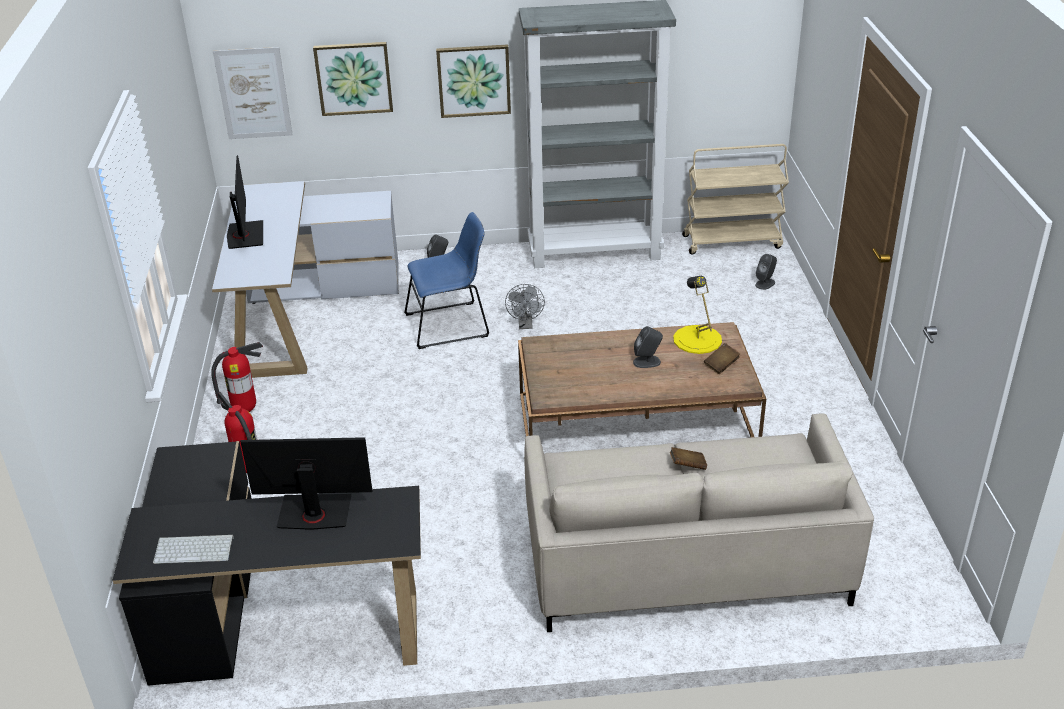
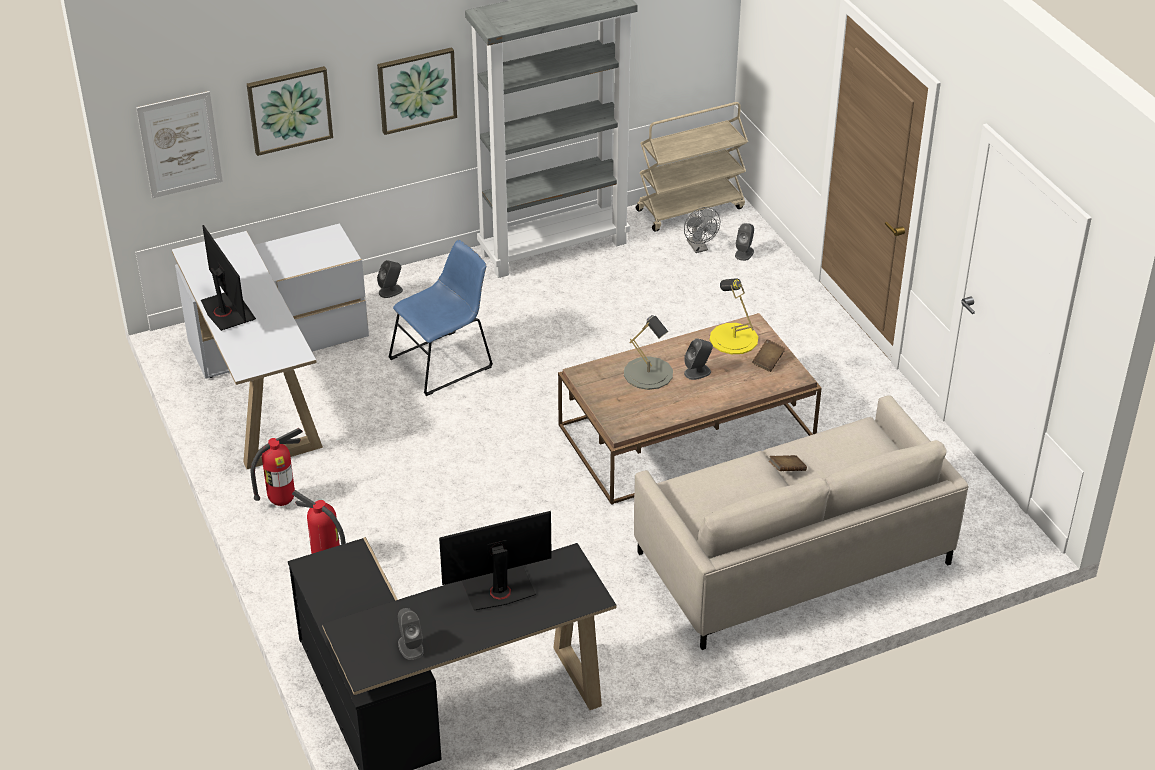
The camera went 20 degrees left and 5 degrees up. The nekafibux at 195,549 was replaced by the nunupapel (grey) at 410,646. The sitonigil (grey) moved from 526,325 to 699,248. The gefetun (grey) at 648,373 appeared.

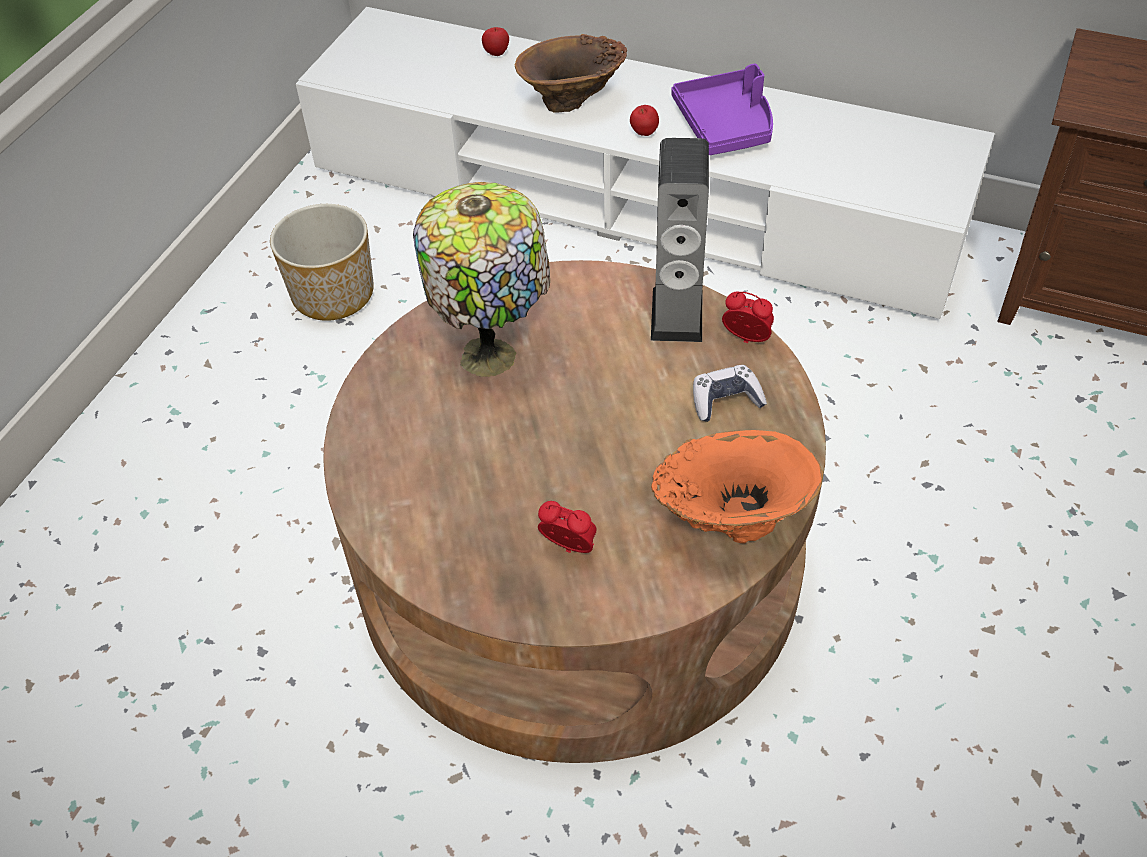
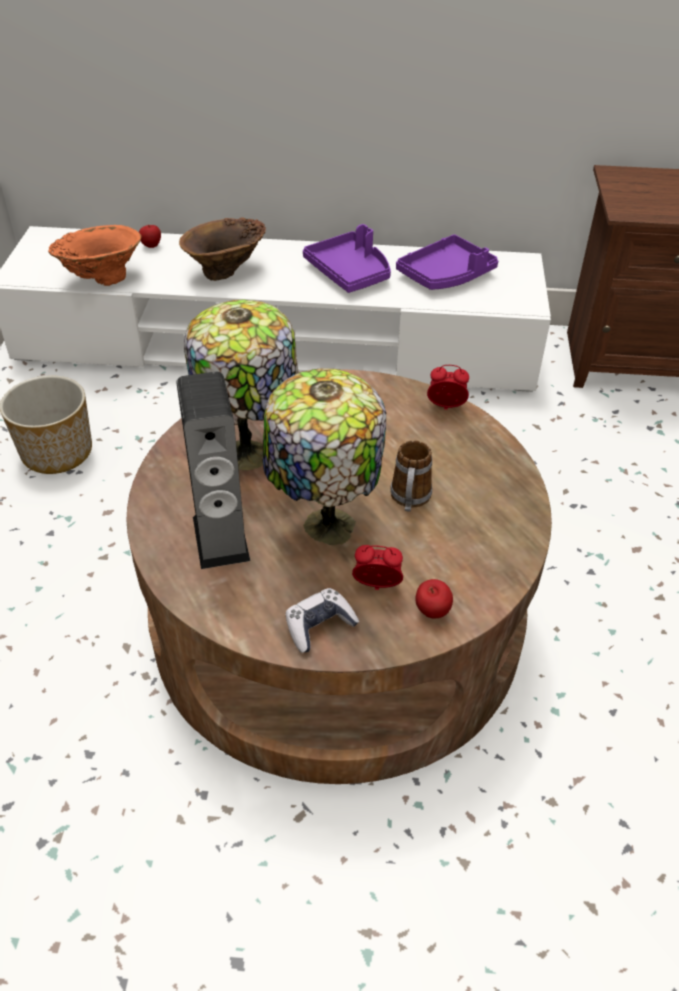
The camera went 20 degrees left and 5 degrees down. The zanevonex moved from 644,134 to 431,612. The nunupapel moved from 677,314 to 220,538. The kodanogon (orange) moved from 731,522 to 102,279. The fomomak moved from 726,400 to 319,626. The gefetun at 324,526 appeared. The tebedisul at 409,500 appeared. The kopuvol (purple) at 446,275 appeared.

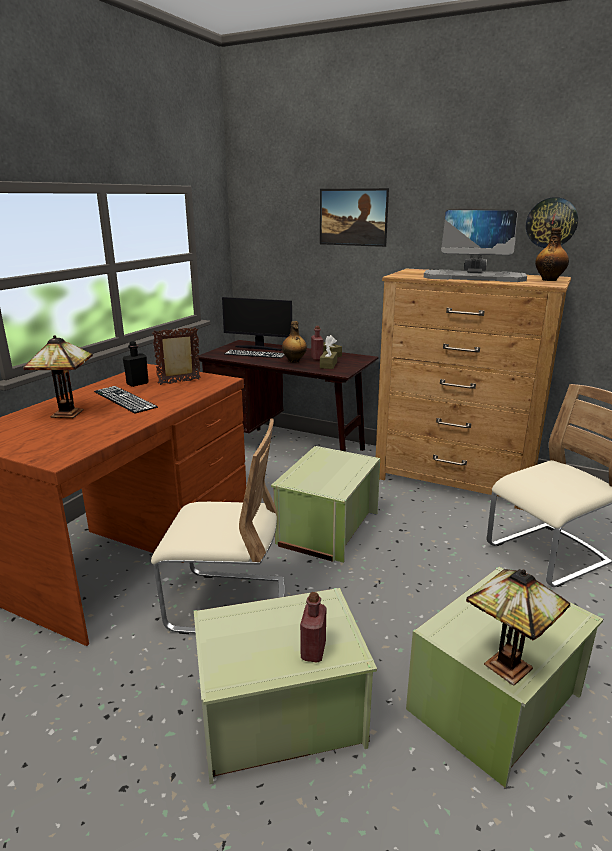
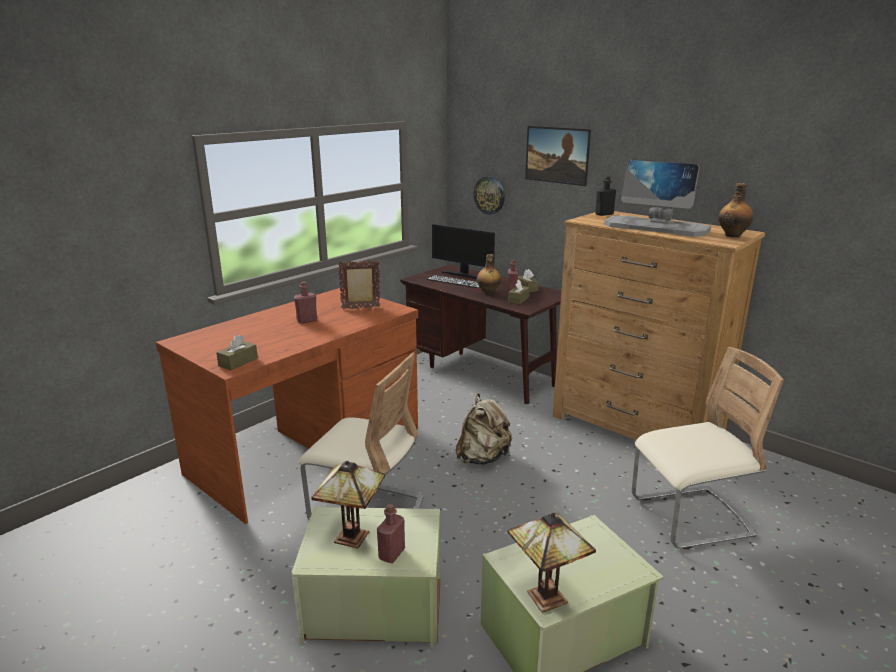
The camera went 15 degrees right and 0 degrees up. The gefetun moved from 70,413 to 354,536. The nekafibux at 124,399 was replaced by the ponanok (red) at 307,320. The ponanok (black) moved from 137,383 to 604,214. The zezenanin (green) at 326,528 was replaced by the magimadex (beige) at 483,458. The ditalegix moved from 551,223 to 489,195. The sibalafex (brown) at 238,362 appeared.

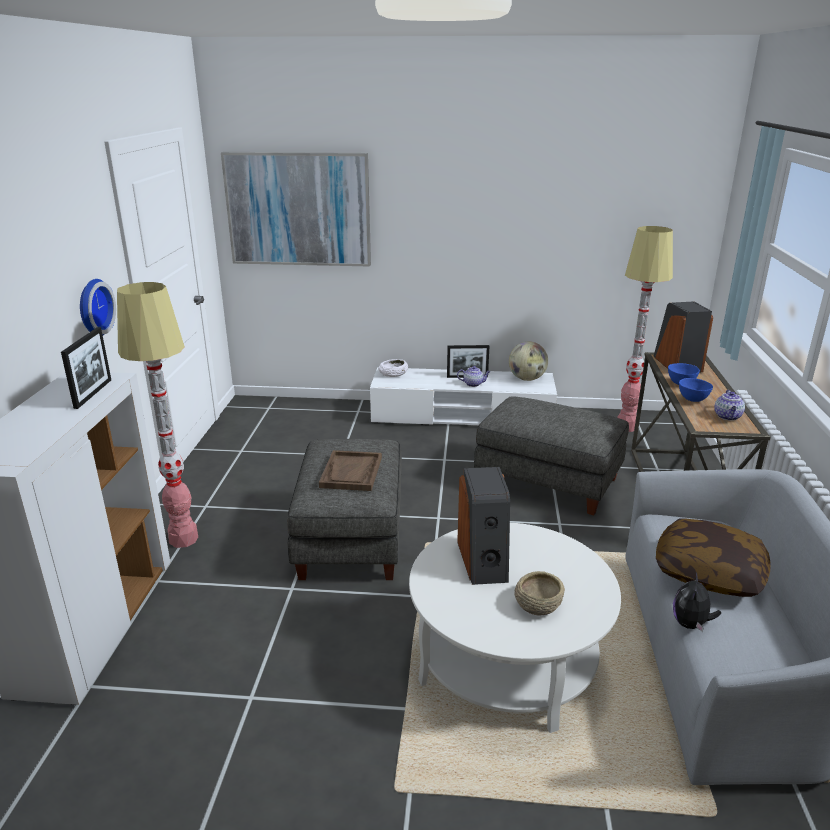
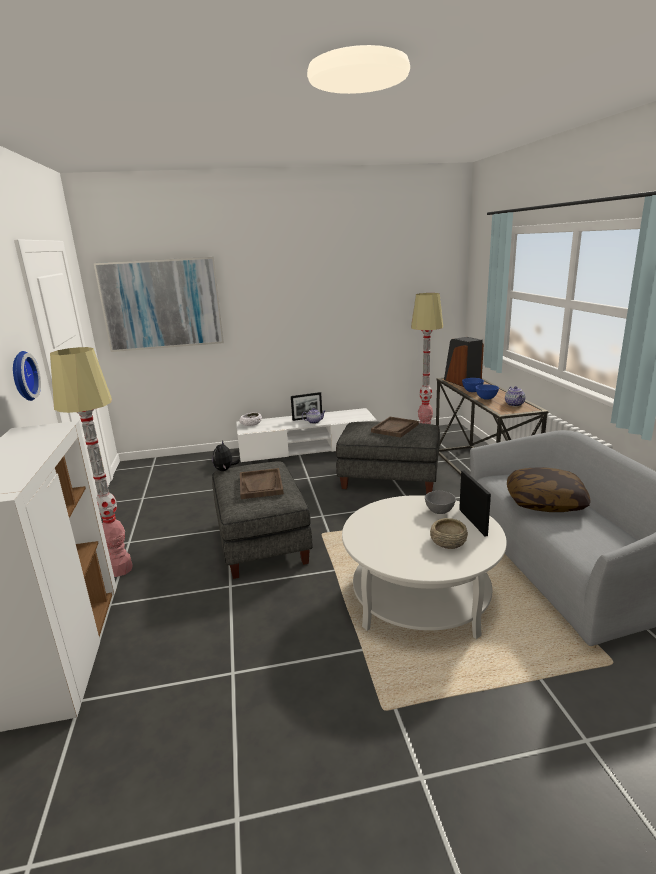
The camera went 15 degrees left and 5 degrees down. The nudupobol moved from 93,393 to 472,522. The nunupapel at 484,560 disappeared. The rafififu at 527,379 disappeared. The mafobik moved from 690,624 to 225,470. The kopuvol (brown) at 395,428 appeared. The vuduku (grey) at 440,512 appeared.

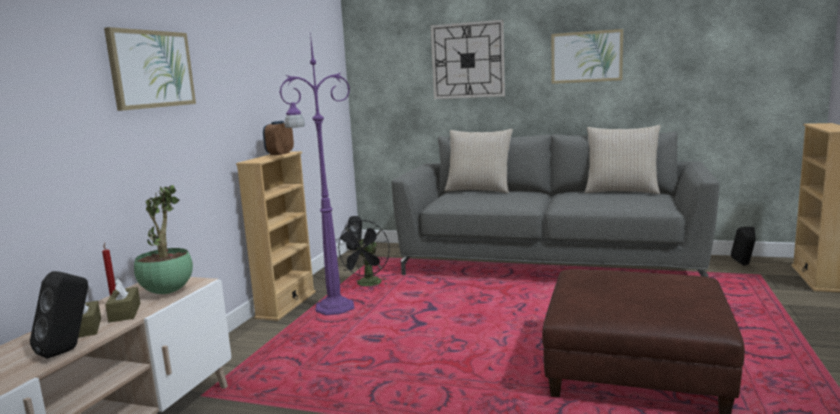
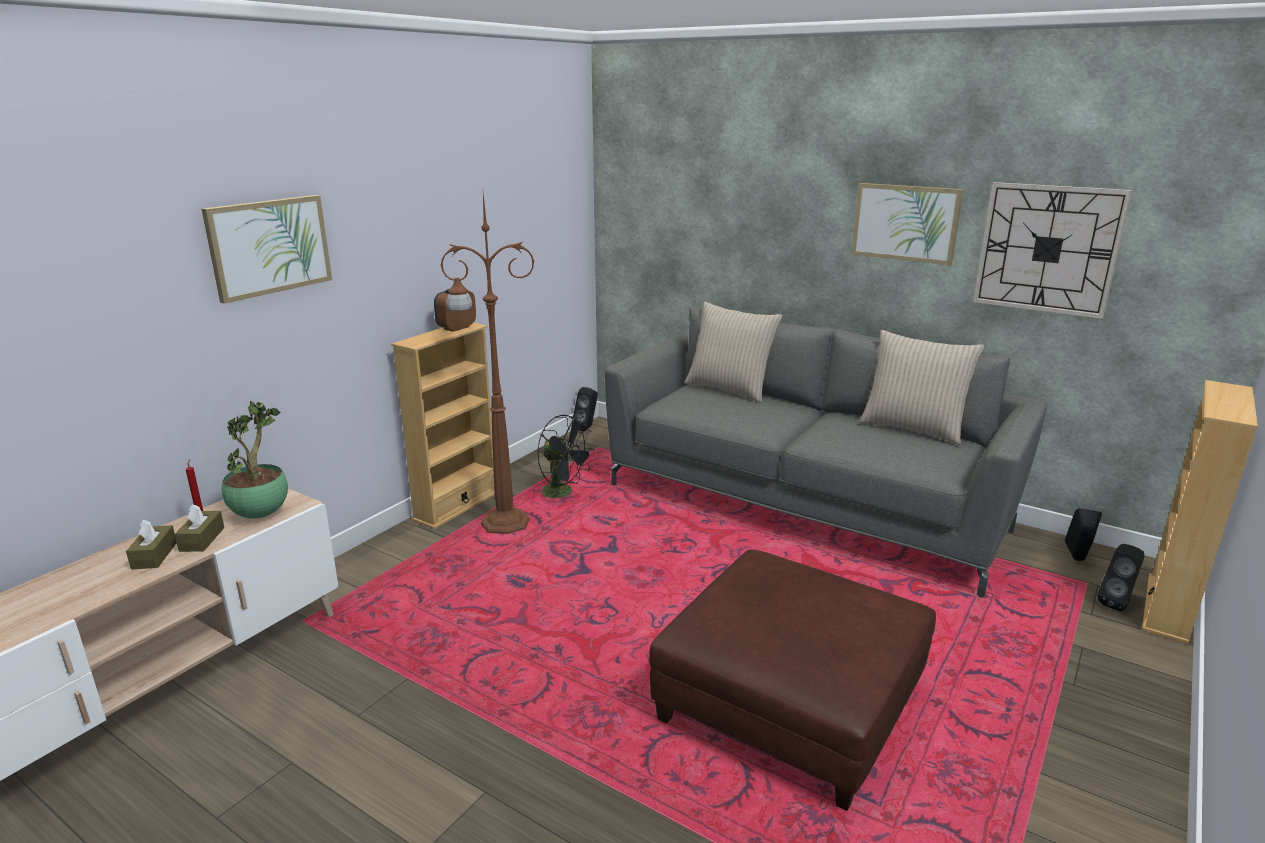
The camera went 15 degrees right and 10 degrees up. The nunupapel (black) moved from 68,350 to 1117,603. The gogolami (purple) at 332,308 became the gogolami (brown) at 502,523. The sitonigil (black) at 368,285 turned 90 degrees counterclockwise. The ditalegix moved from 468,60 to 1047,249.

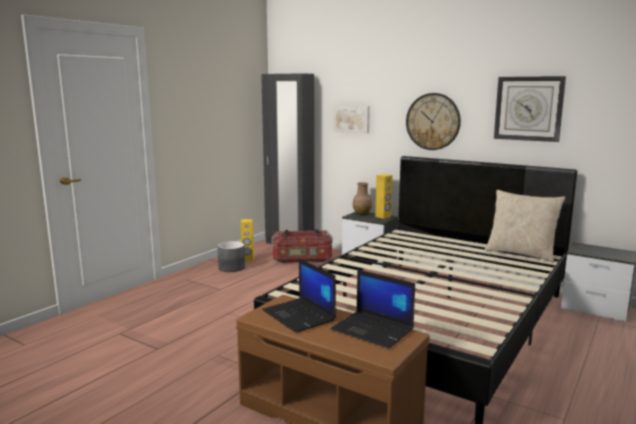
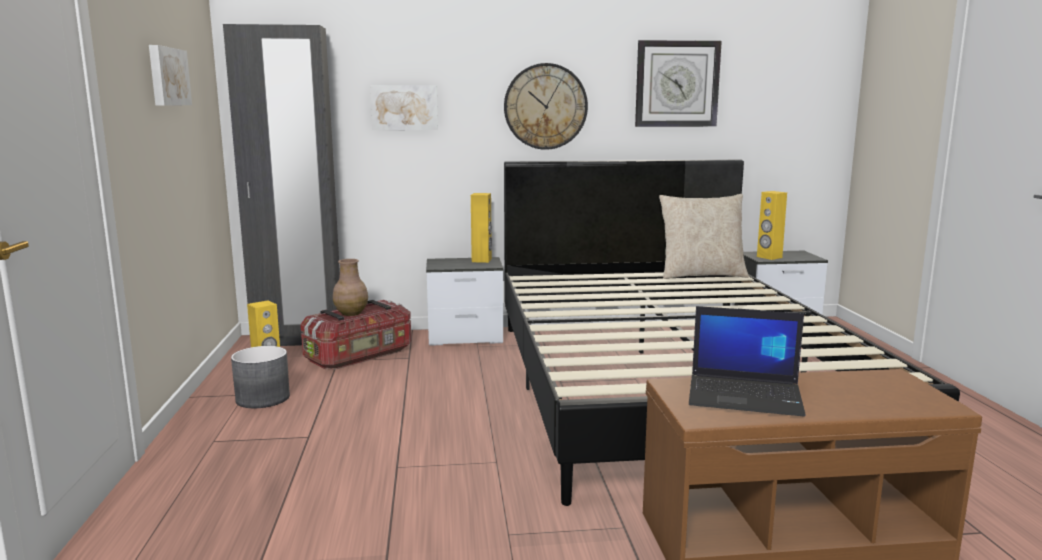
The camera went 40 degrees left and 0 degrees up. The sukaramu at 373,330 disappeared. The kodanogon (brown) moved from 362,213 to 351,313. The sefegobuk at 167,76 appeared. The nunupapel (yellow) at 769,257 appeared.

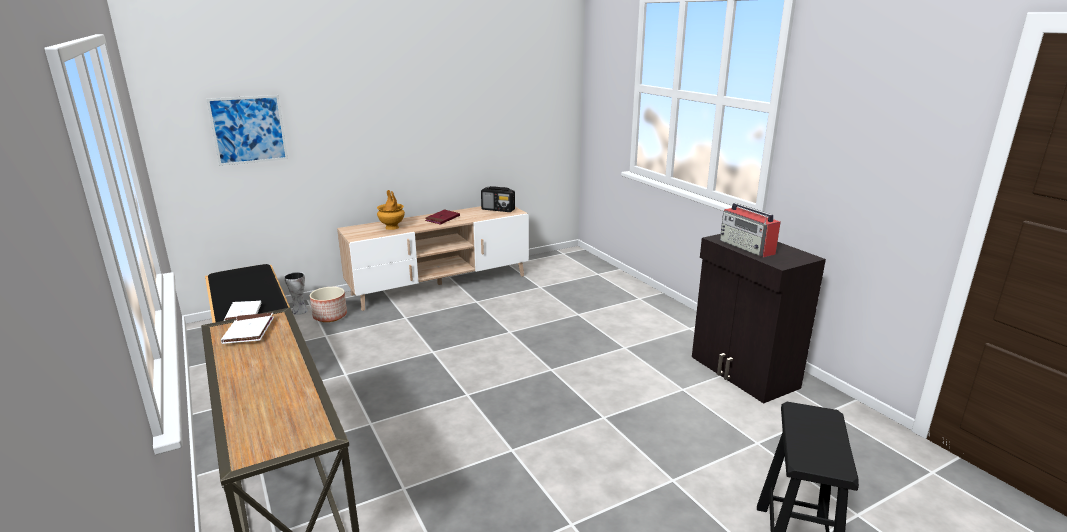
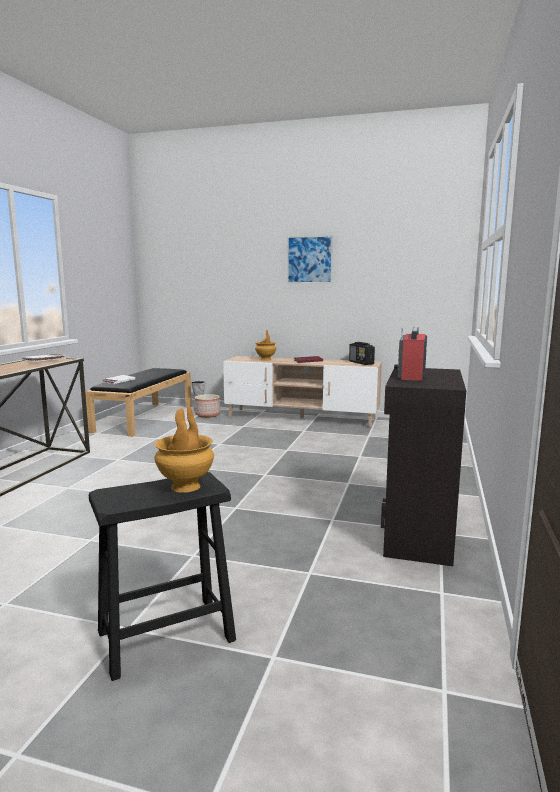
The camera went 45 degrees right and 10 degrees down. The sefegobuk moved from 248,130 to 309,259. The kodanogon (brown) at 185,487 appeared.

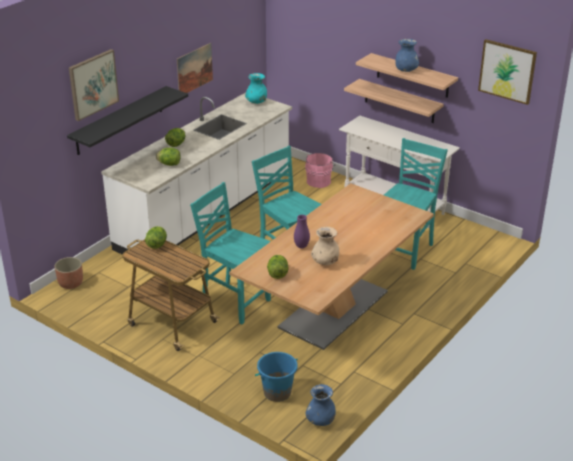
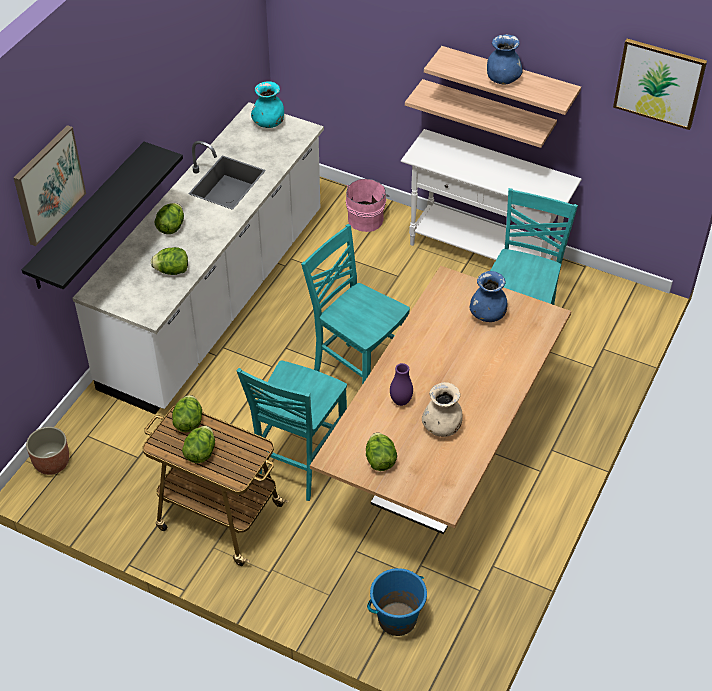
The camera went 10 degrees left and 15 degrees up. The sefegobuk at 194,69 disappeared. The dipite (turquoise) at 234,301 turned 90 degrees counterclockwise. The kodanogon (blue) moved from 320,420 to 487,315. The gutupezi at 200,453 appeared.

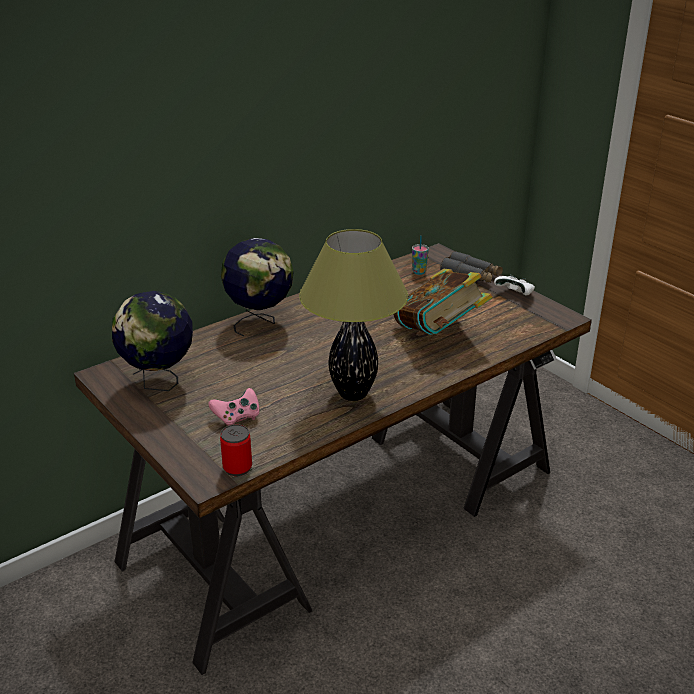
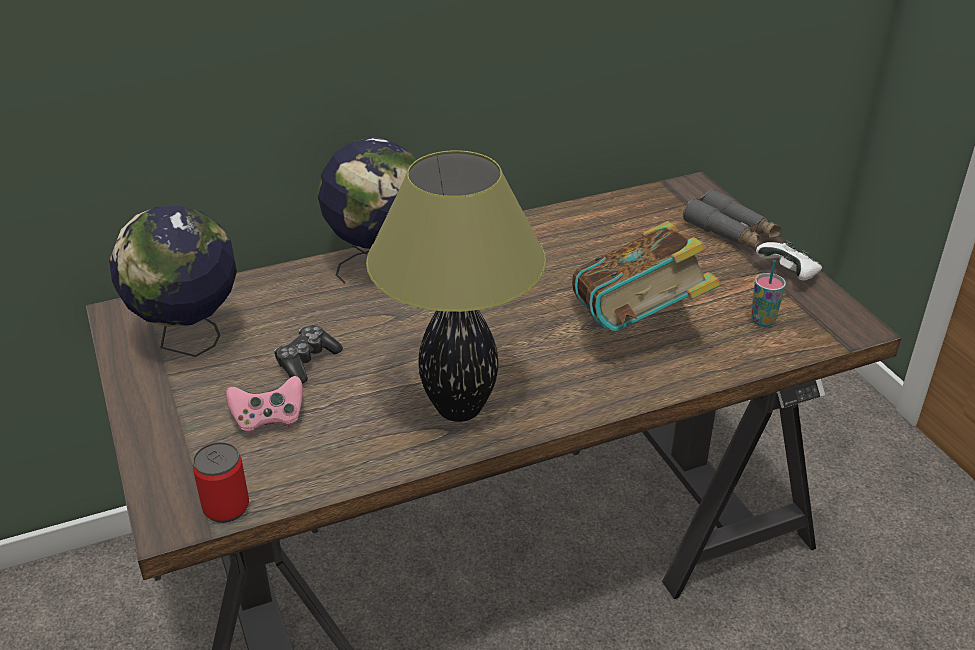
The camera went 15 degrees right and 5 degrees up. The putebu moved from 419,272 to 762,321. The fomomak at 307,362 appeared.

